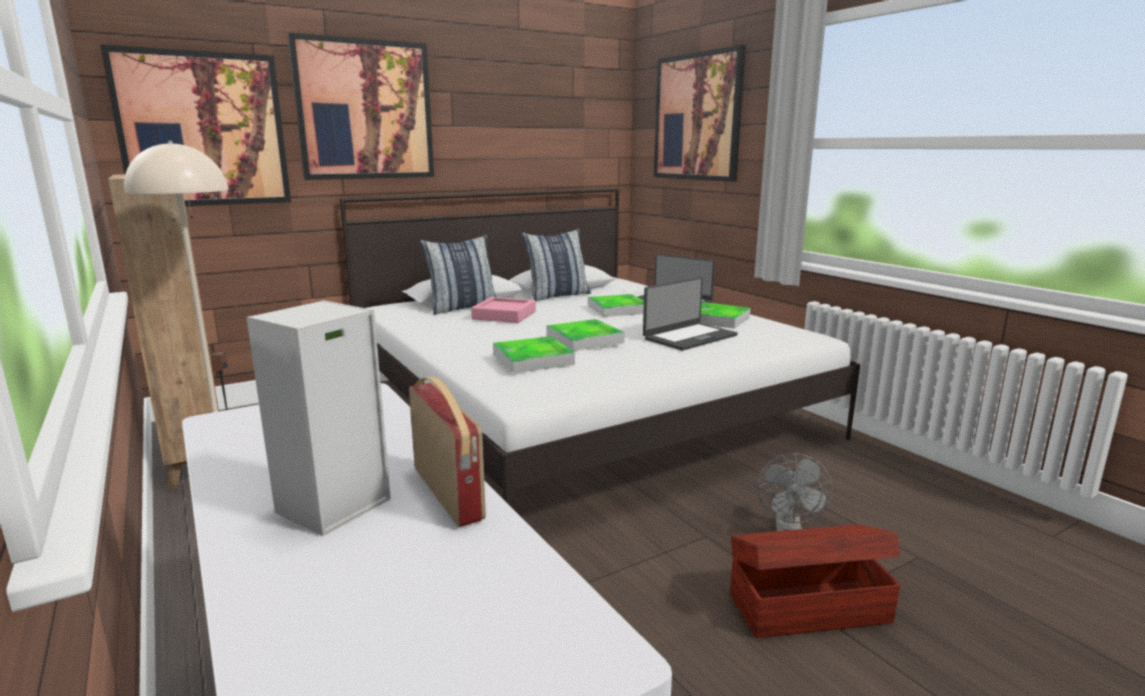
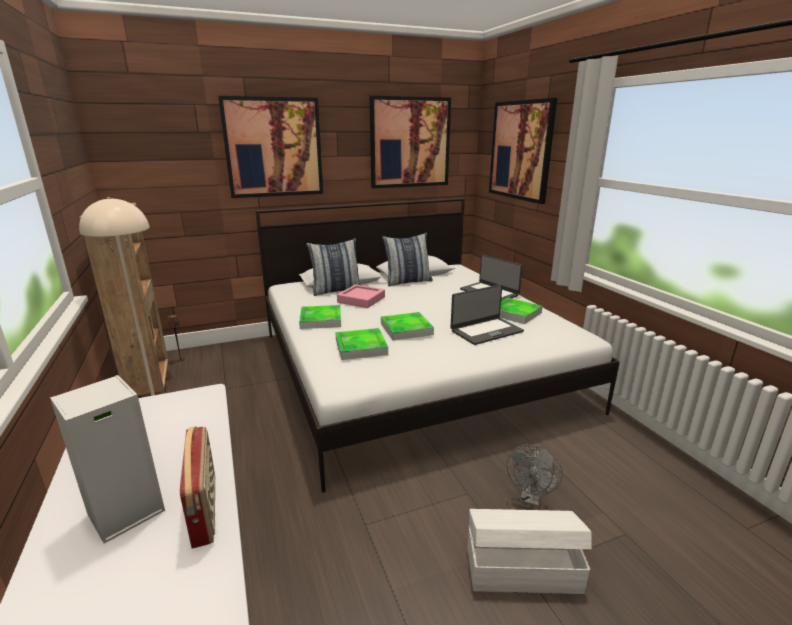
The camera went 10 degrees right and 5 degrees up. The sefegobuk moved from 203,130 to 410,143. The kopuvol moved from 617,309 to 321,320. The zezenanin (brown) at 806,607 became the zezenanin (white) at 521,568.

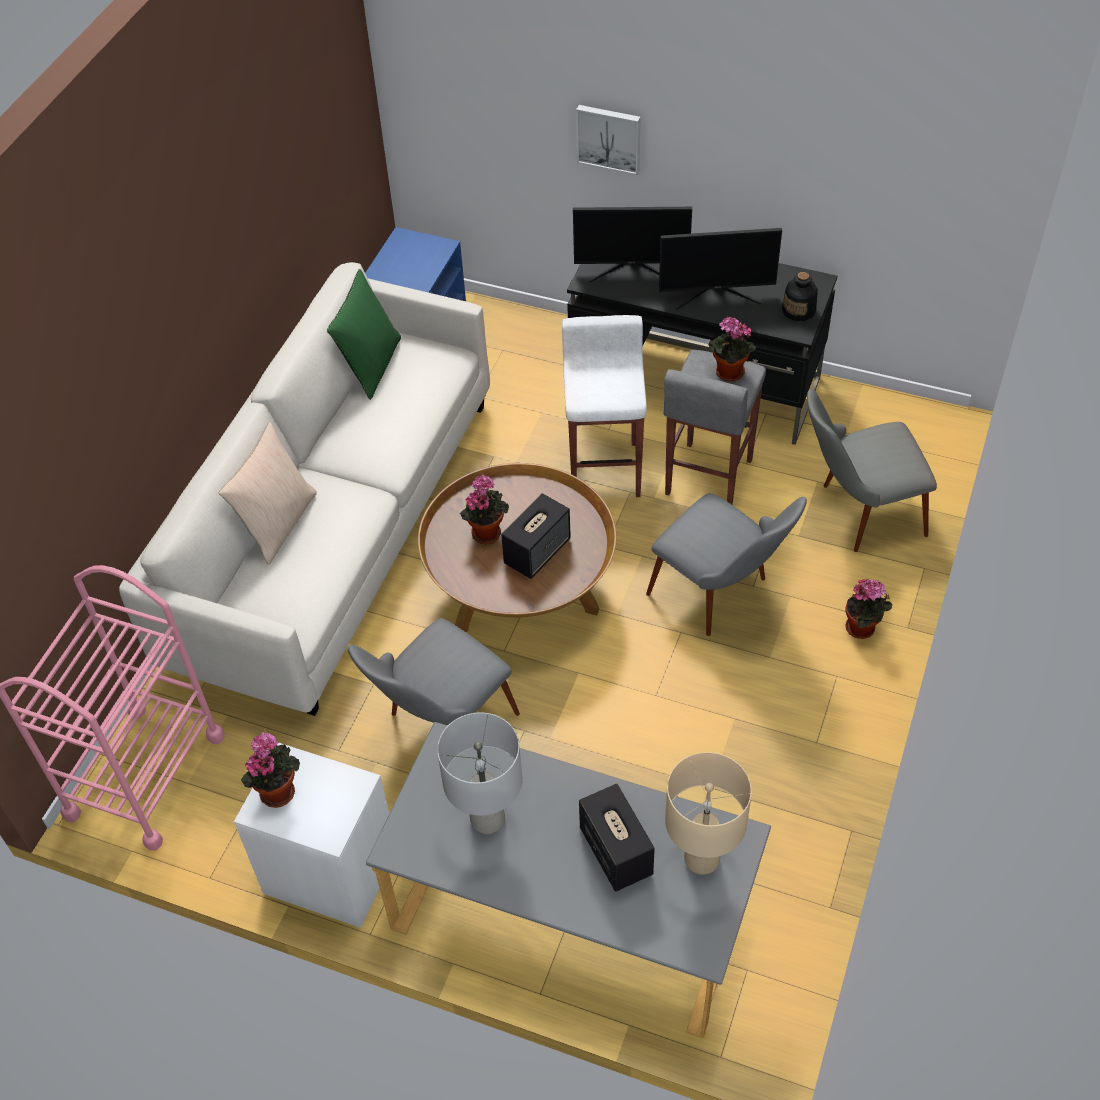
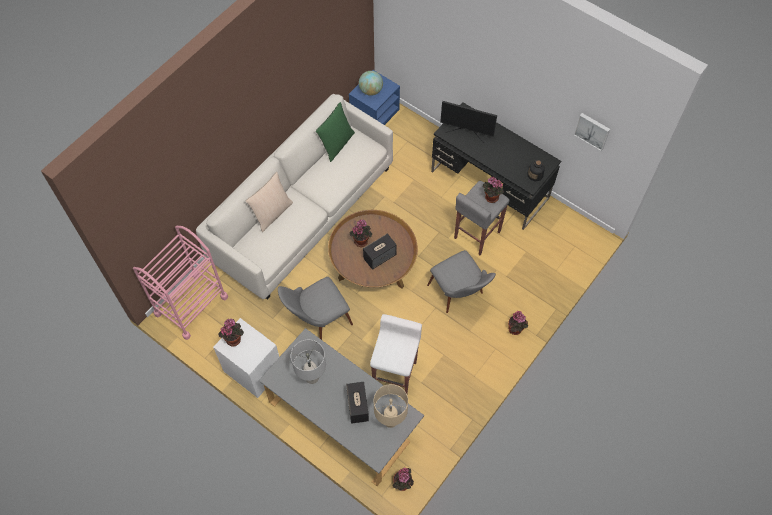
The camera went 15 degrees right and 10 degrees up. The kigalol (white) moved from 605,469 to 395,374. The sefegobuk moved from 609,137 to 592,130. The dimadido at 716,294 disappeared. The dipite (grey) at 856,514 disappeared. The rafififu at 371,91 appeared. The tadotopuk at 403,485 appeared.

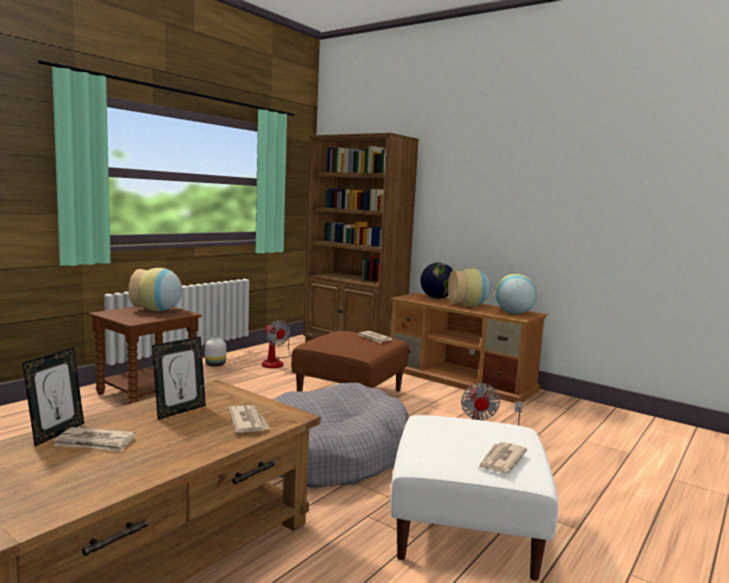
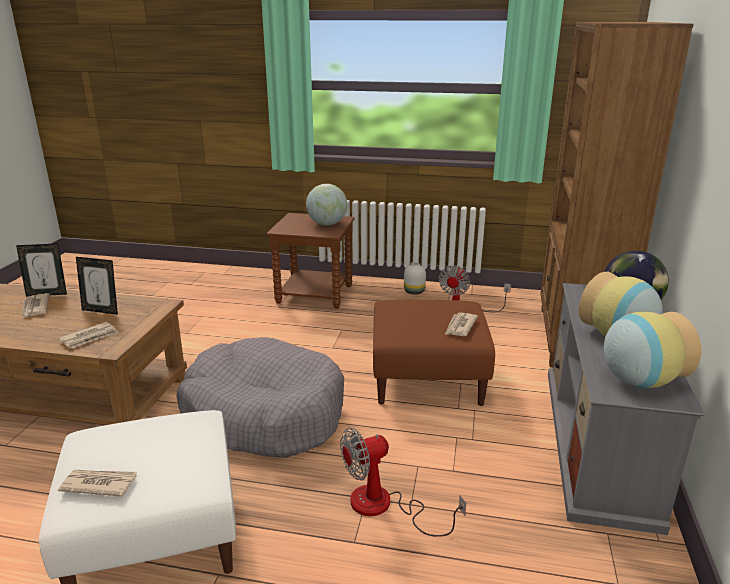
The camera went 65 degrees right and 15 degrees up. The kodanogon at 158,310 was replaced by the rafififu at 327,224. The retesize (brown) at 460,379 became the retesize (grey) at 598,442.

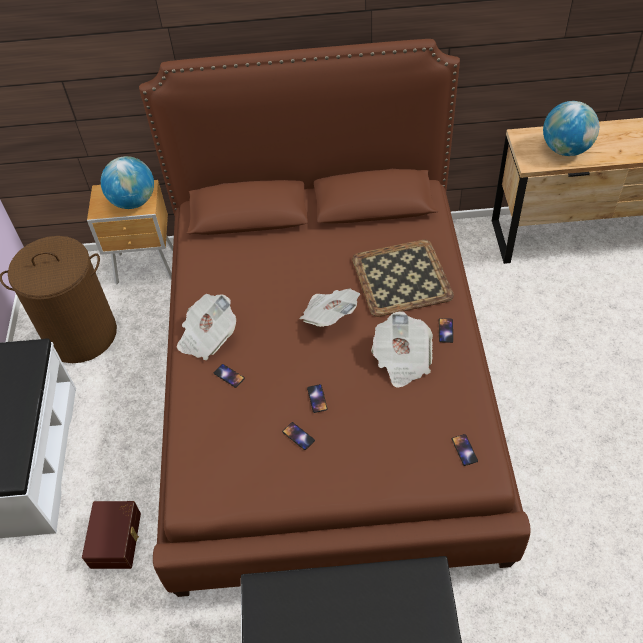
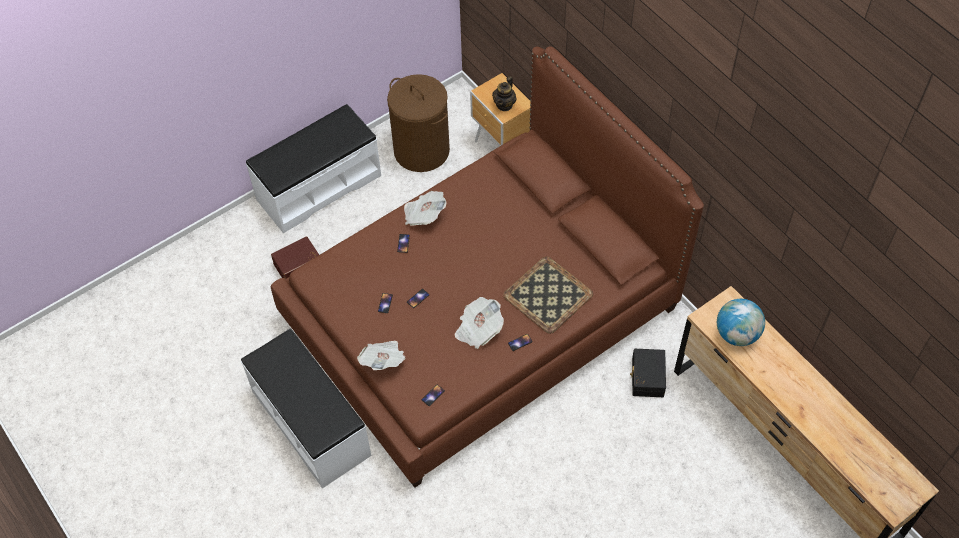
The camera went 55 degrees right and 5 degrees up. The rafififu at 133,201 was replaced by the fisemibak at 504,104. The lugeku moved from 329,316 to 383,361. The zezenanin (black) at 646,377 appeared.

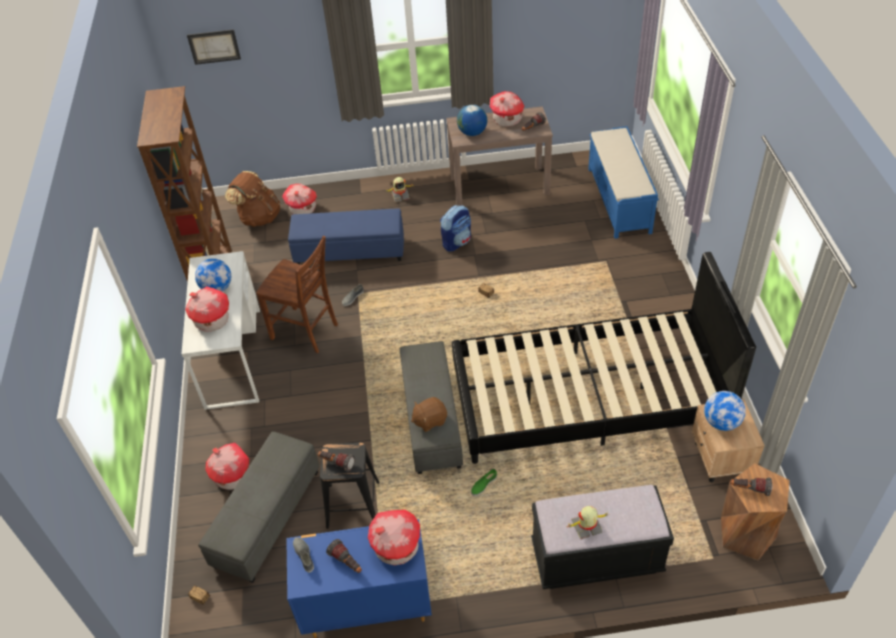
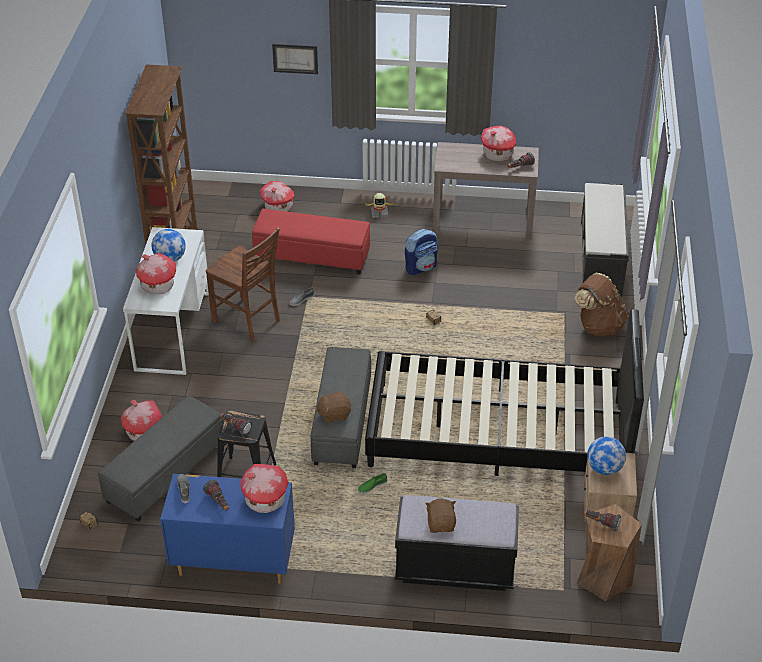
The camera went 10 degrees right and 5 degrees down. The sefegobuk moved from 214,46 to 295,58. The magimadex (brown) moved from 259,217 to 599,325. The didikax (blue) at 349,252 became the didikax (red) at 312,257. The rafififu at 472,133 disappeared. The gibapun at 587,527 was replaced by the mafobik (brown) at 441,524. The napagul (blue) at 619,200 became the napagul (black) at 600,258.

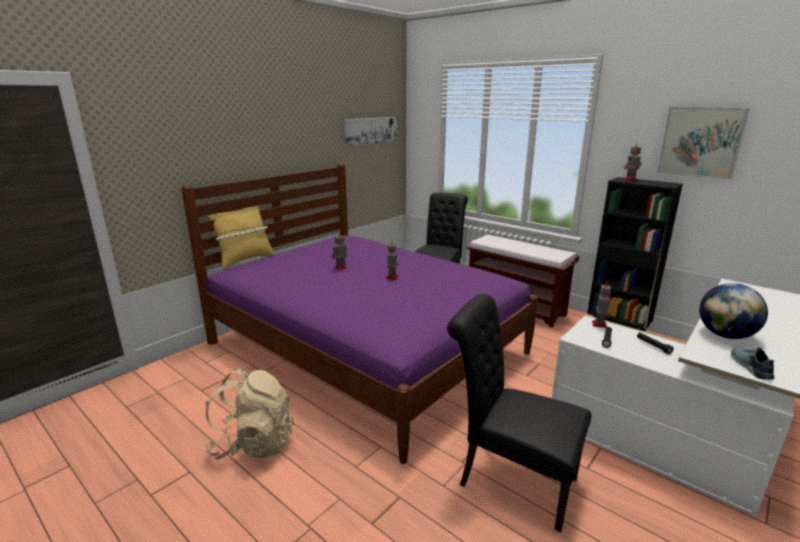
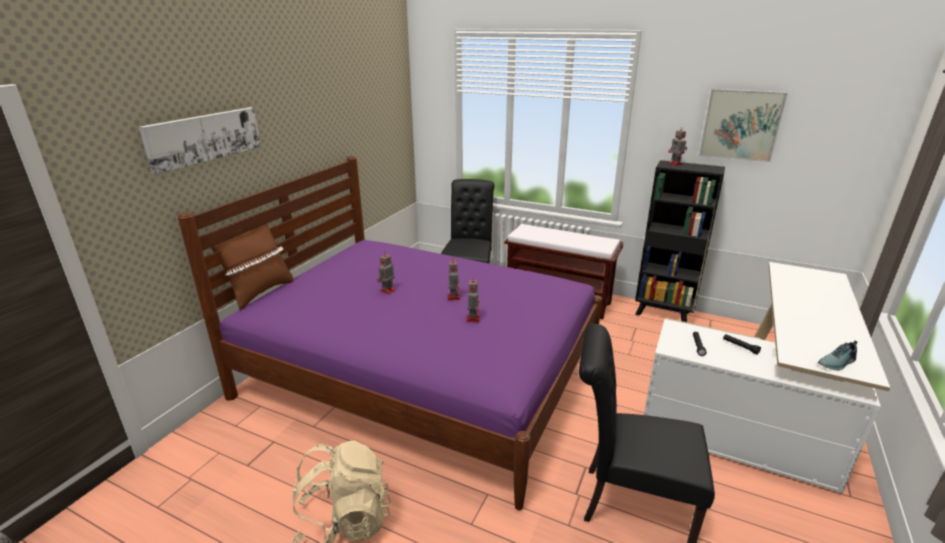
The camera went 15 degrees left and 5 degrees up. The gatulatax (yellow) at 244,260 became the gatulatax (brown) at 260,292. The sefegobuk moved from 371,130 to 204,137. The gibapun moved from 599,324 to 473,318. The rafififu at 725,335 disappeared. The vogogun at 749,366 turned 105 degrees counterclockwise.

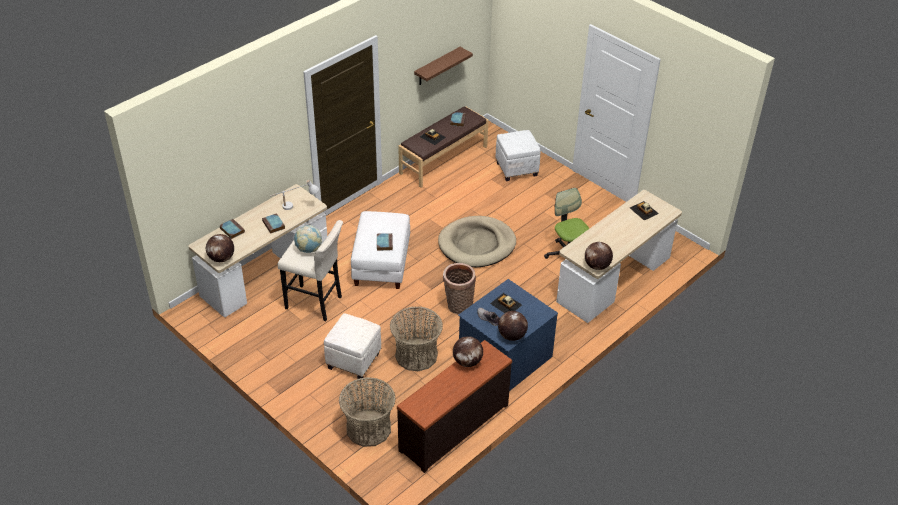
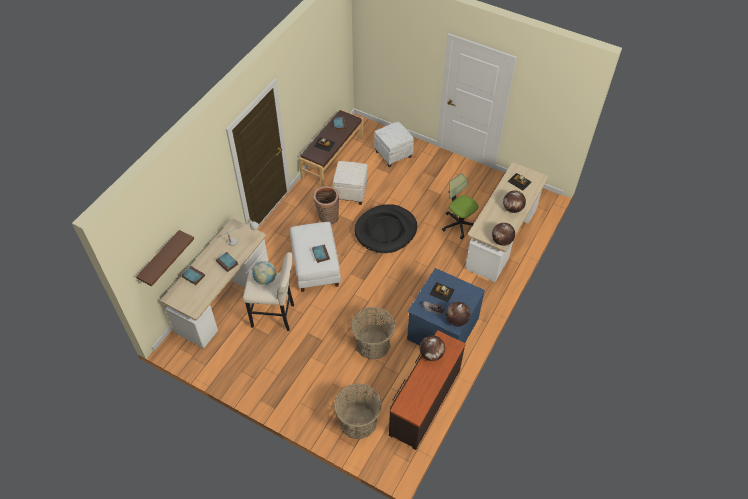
The camera went 15 degrees left and 10 degrees up. The rafififu moved from 221,258 to 512,209. The didikax (white) moved from 353,360 to 350,192. The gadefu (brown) moved from 437,66 to 160,258. The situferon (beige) at 477,244 became the situferon (black) at 386,230. The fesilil moved from 458,306 to 327,218.

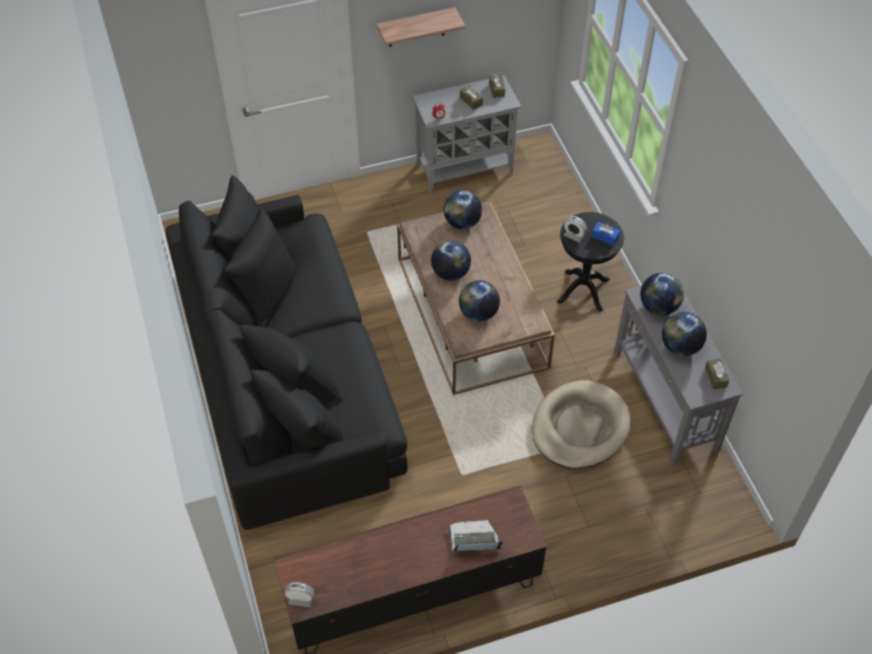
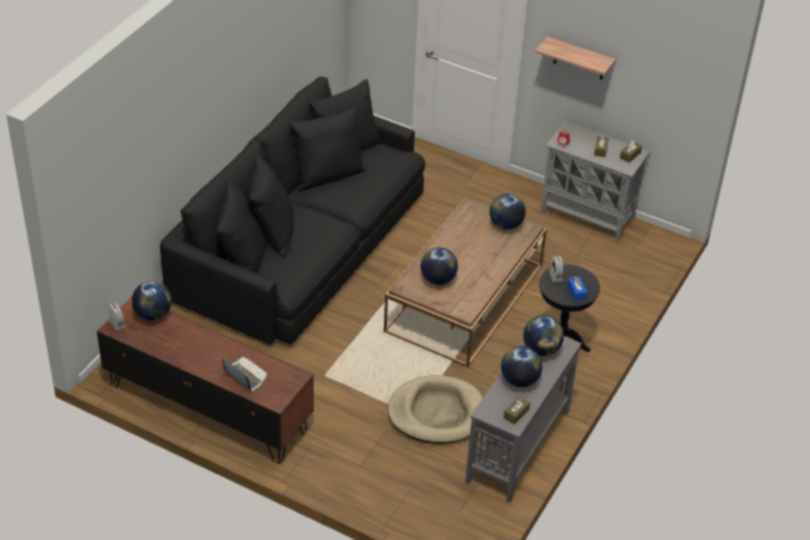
The camera went 45 degrees right and 10 degrees down. The rafififu moved from 450,273 to 153,314.

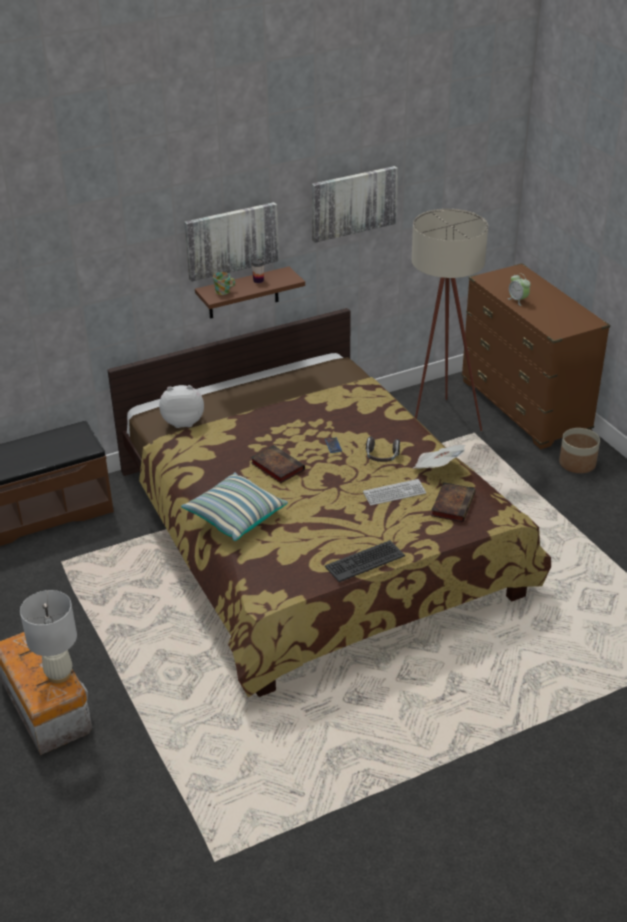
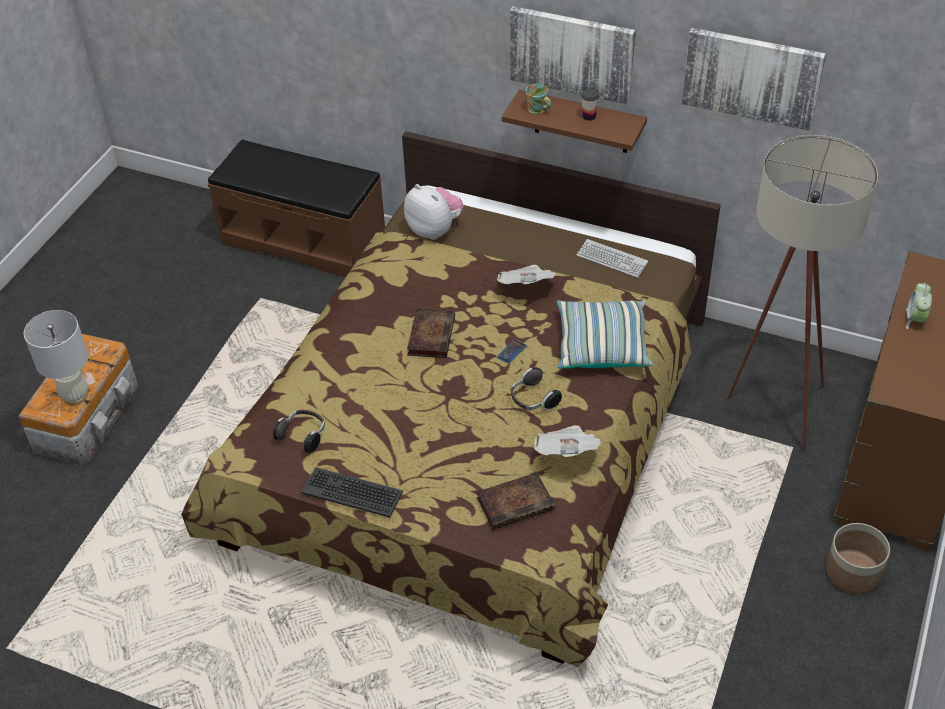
The camera went 50 degrees right and 10 degrees up. The gatulatax moved from 235,517 to 601,345. The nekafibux moved from 394,493 to 612,259. The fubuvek at 303,436 appeared. The lugeku at 526,287 appeared.

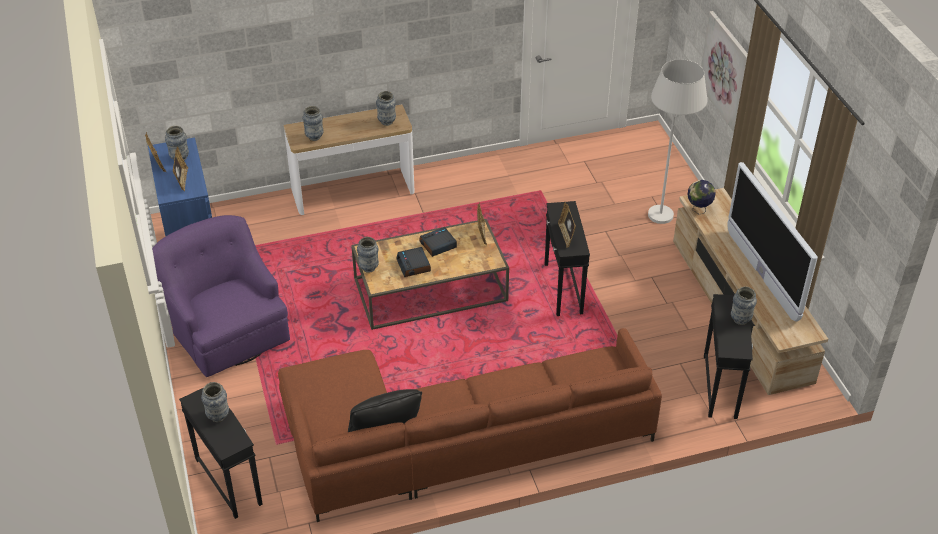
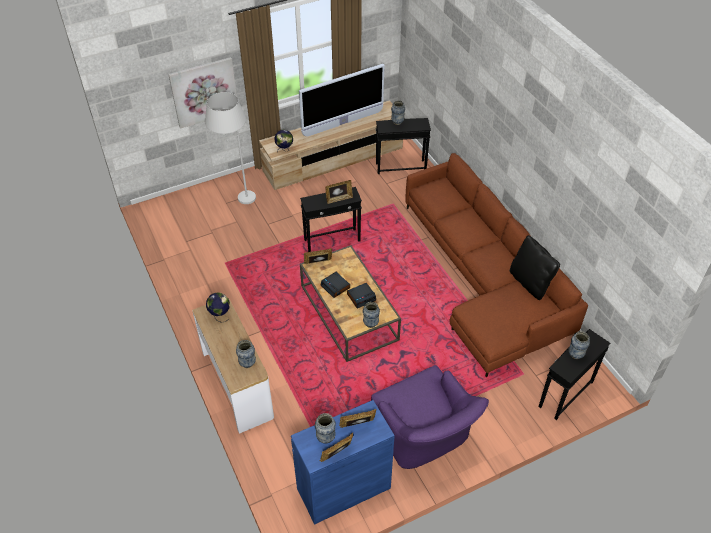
The camera went 100 degrees left and 5 degrees up. The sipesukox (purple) at 227,330 turned 75 degrees counterclockwise. The kodanogon at 387,122 was replaced by the rafififu at 220,315.

